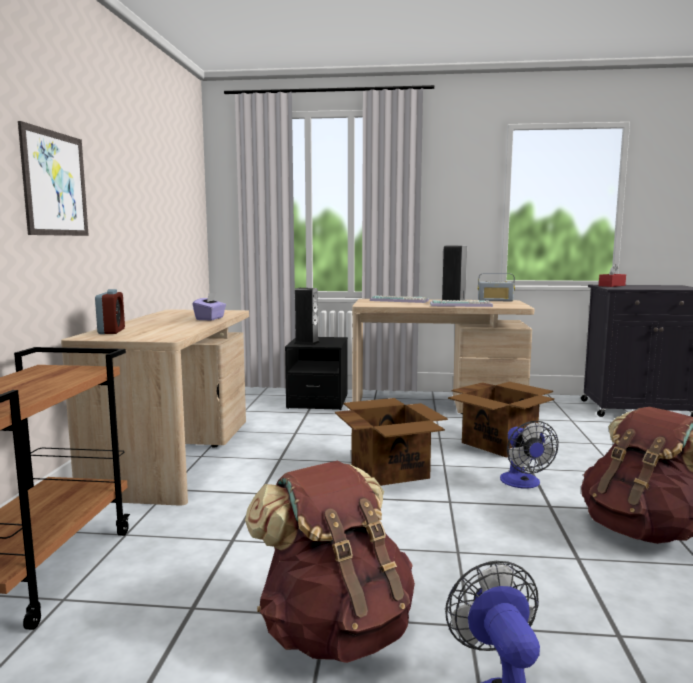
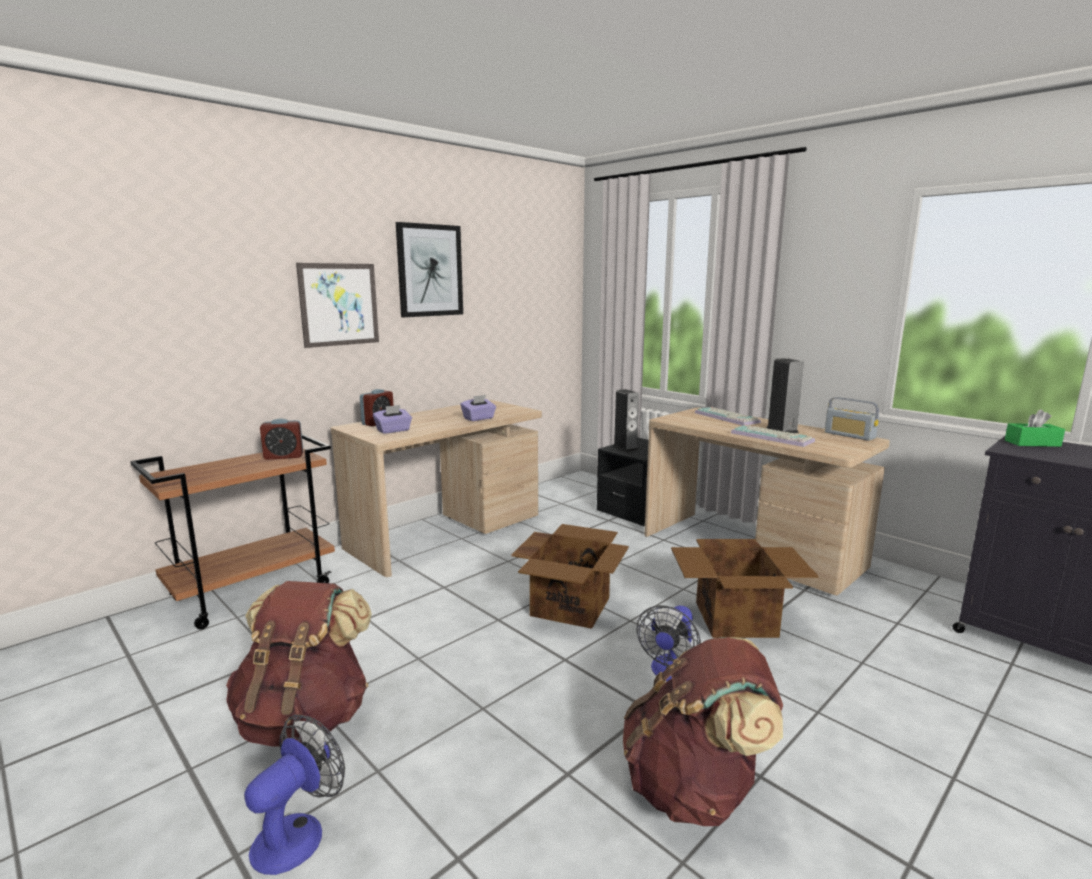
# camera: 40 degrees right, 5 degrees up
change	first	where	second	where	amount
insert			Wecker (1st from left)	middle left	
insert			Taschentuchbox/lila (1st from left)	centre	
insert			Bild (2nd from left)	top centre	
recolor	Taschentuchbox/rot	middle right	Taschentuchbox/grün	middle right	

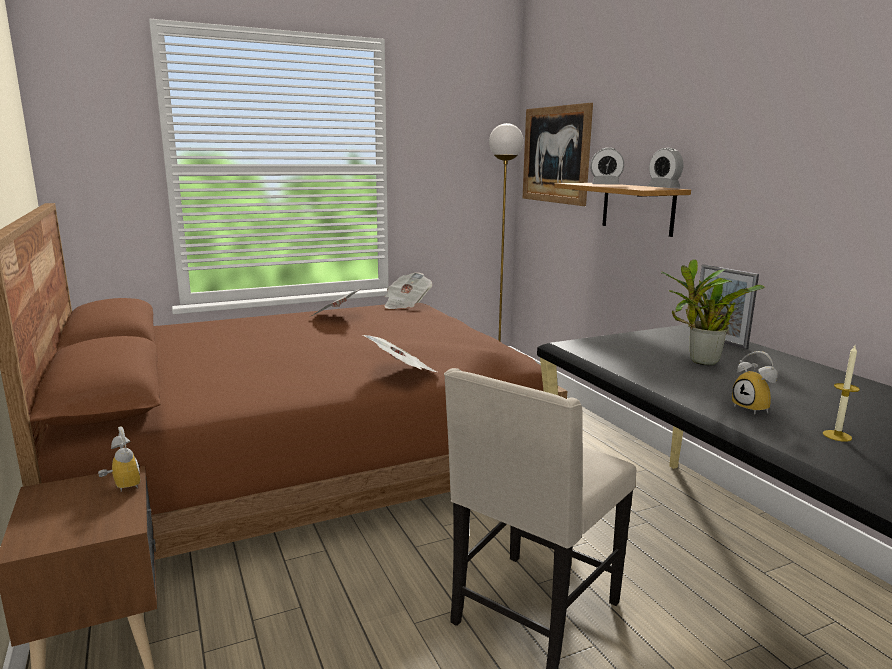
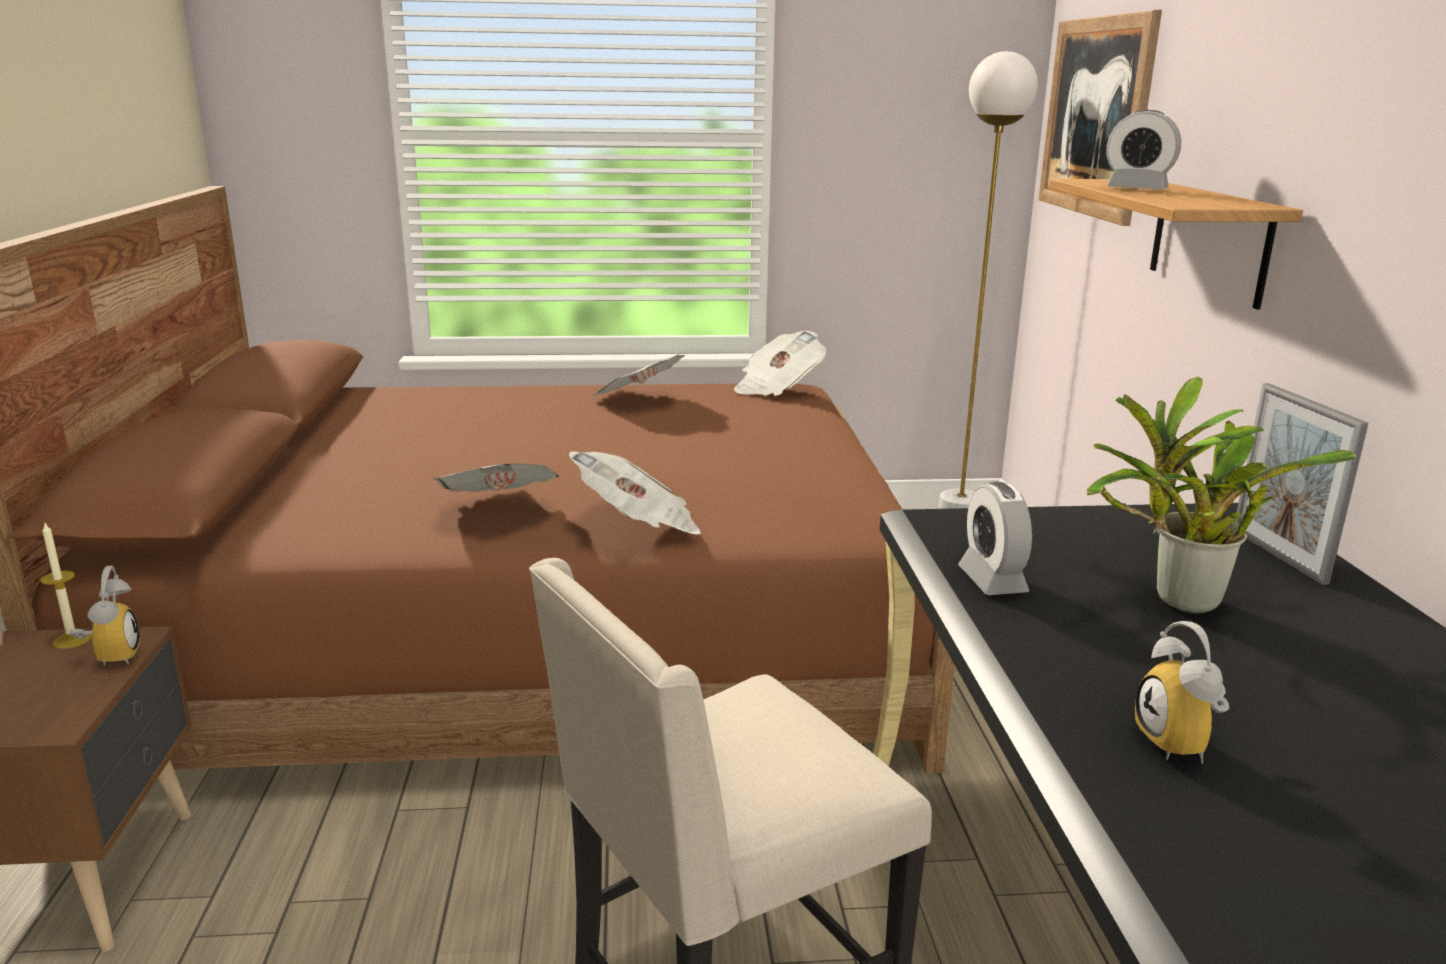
# camera: 20 degrees right, 5 degrees up
change	first	where	second	where	amount
move	Kerze	middle right		middle left	
insert			Zeitung (1st from left)	centre	
move	Wecker (3rd from left in the first image)	top right	Wecker (2nd from left)	middle right	

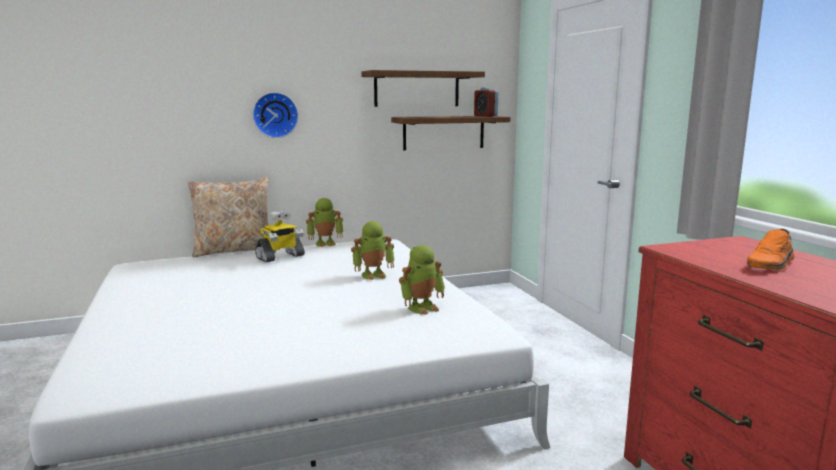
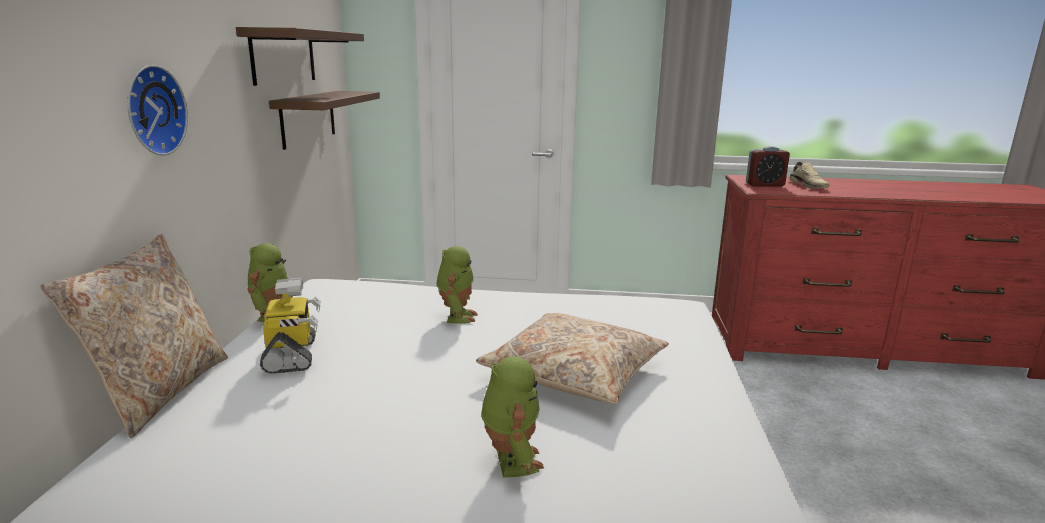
# camera: 65 degrees left, 5 degrees up
change	first	where	second	where	amount
insert			Kissen/beige (2nd from left)	bottom centre	
move	Spielzeugroboter (4th from left)	centre		bottom centre	
move	Wecker	top centre		top right	
recolor	Schuh/orange	middle right	Schuh/beige	middle right	

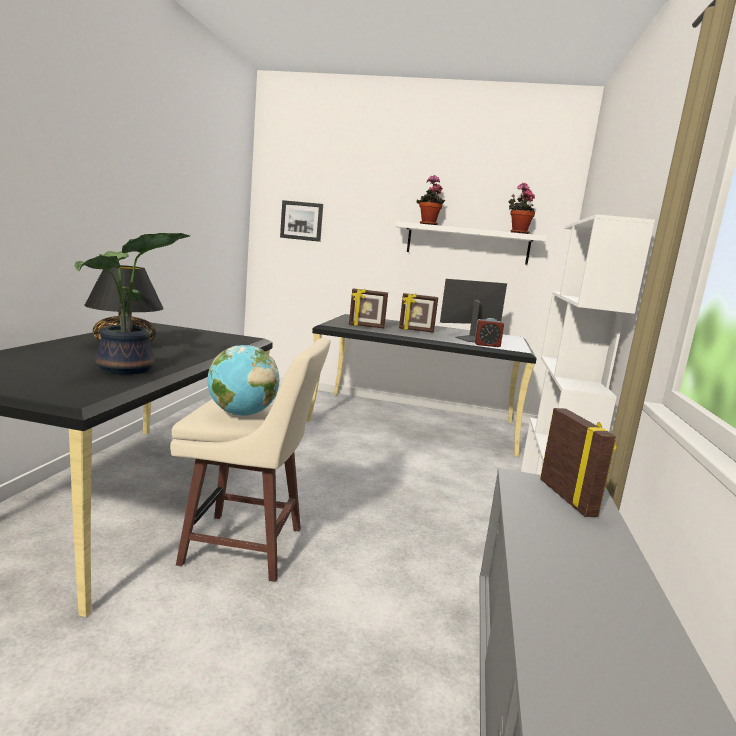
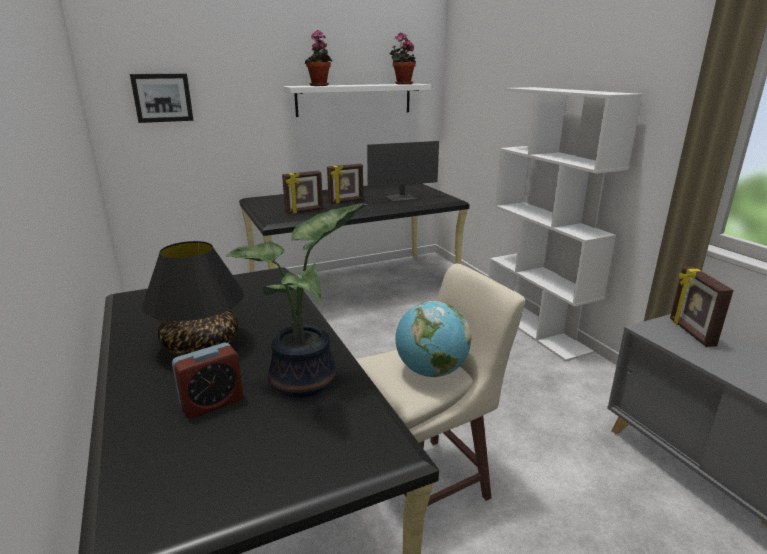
# camera: 35 degrees left, 10 degrees up
change	first	where	second	where	amount
move	Wecker	centre		bottom left	
rotate	Monitor	centre		top centre	135 degrees counterclockwise
rotate	Bilderrahmen (3rd from left)	middle right		middle right	135 degrees counterclockwise

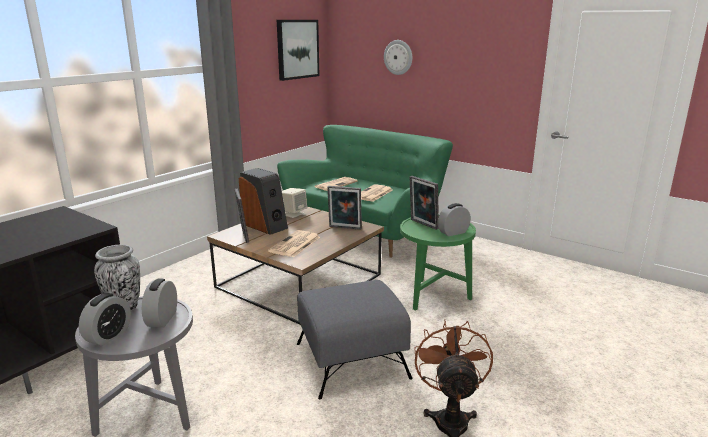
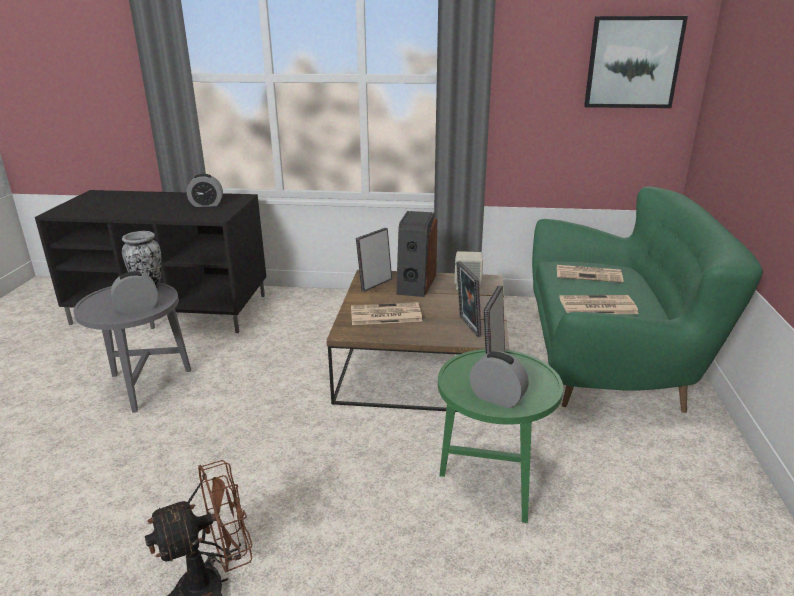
# camera: 60 degrees right, 5 degrees up
change	first	where	second	where	amount
move	Wecker (1st from left in the first image)	bottom left	Wecker (2nd from left)	top left	
delete	Polsterhocker/grau	bottom centre			
delete	Wanduhr	top centre			

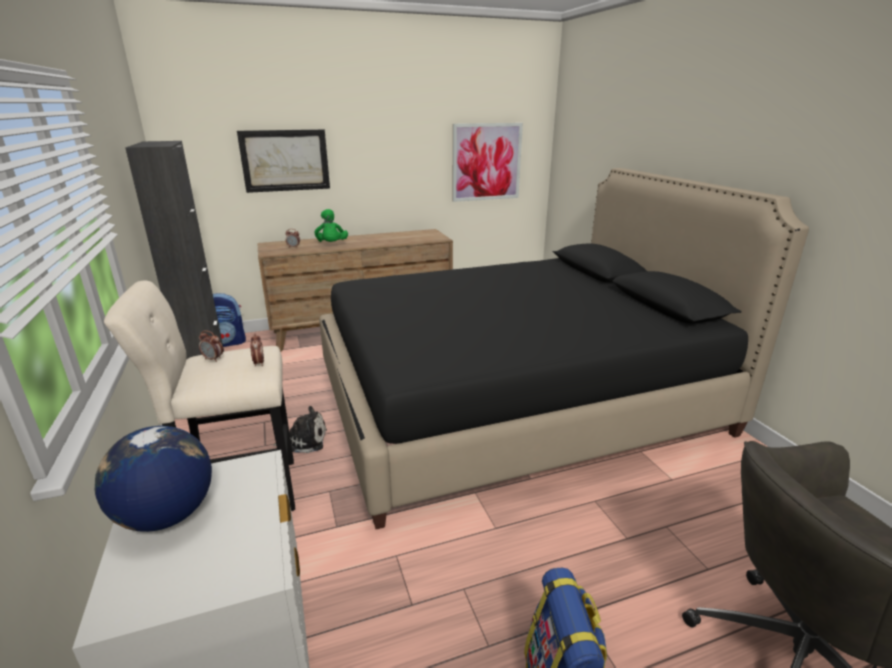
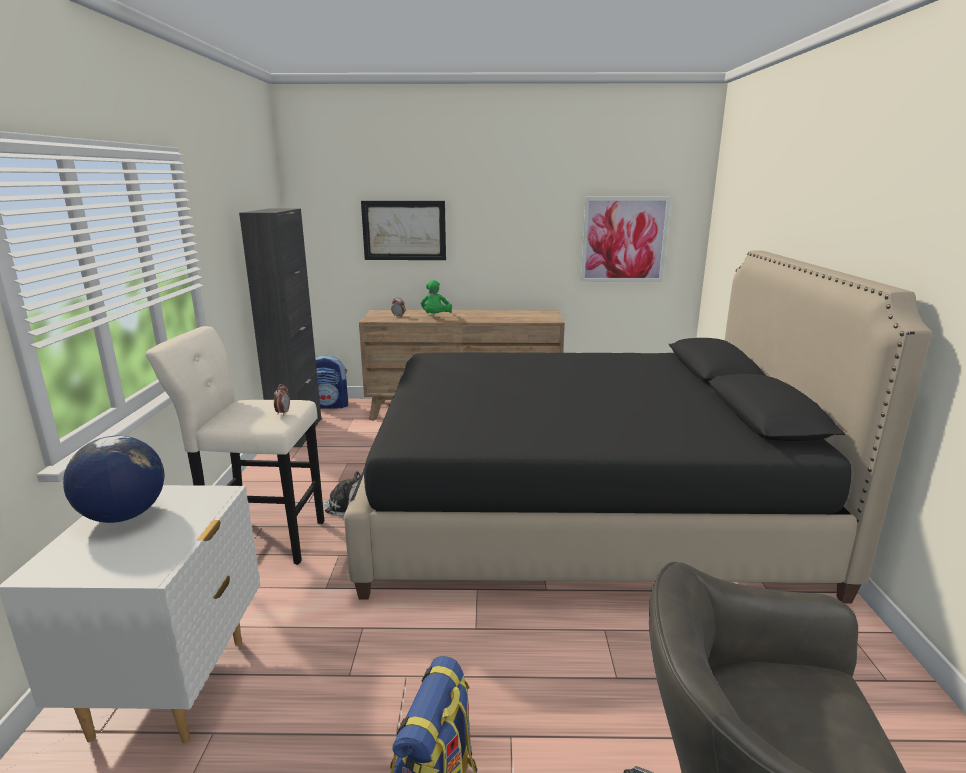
# camera: 20 degrees right, 5 degrees down
change	first	where	second	where	amount
delete	Wecker (1st from left)	middle left			

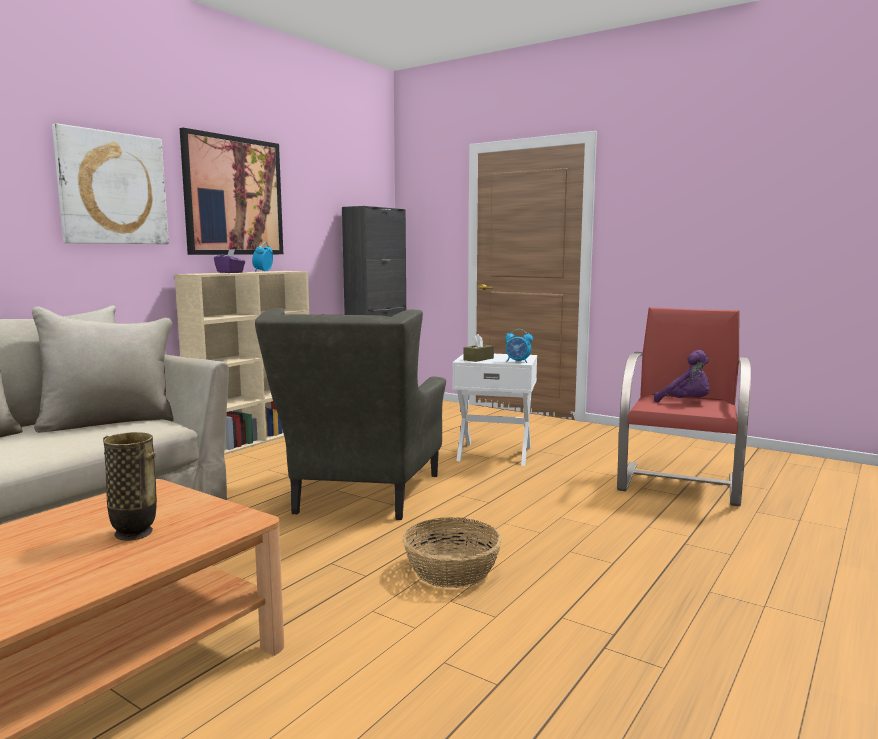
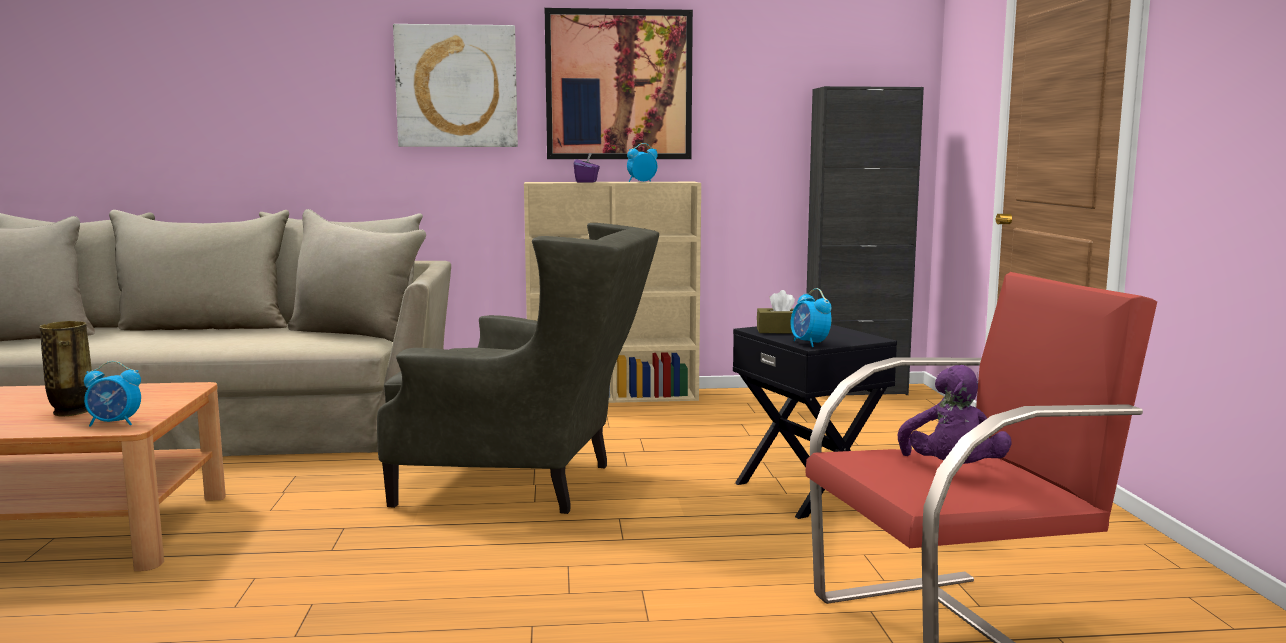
# camera: 50 degrees right, 0 degrees up
change	first	where	second	where	amount
insert			Wecker (1st from left)	middle left	
rotate	Sessel/grau	centre		centre	135 degrees counterclockwise
recolor	Beistelltisch/weiß	centre	Beistelltisch/schwarz	centre	
delete	Korb	bottom centre			

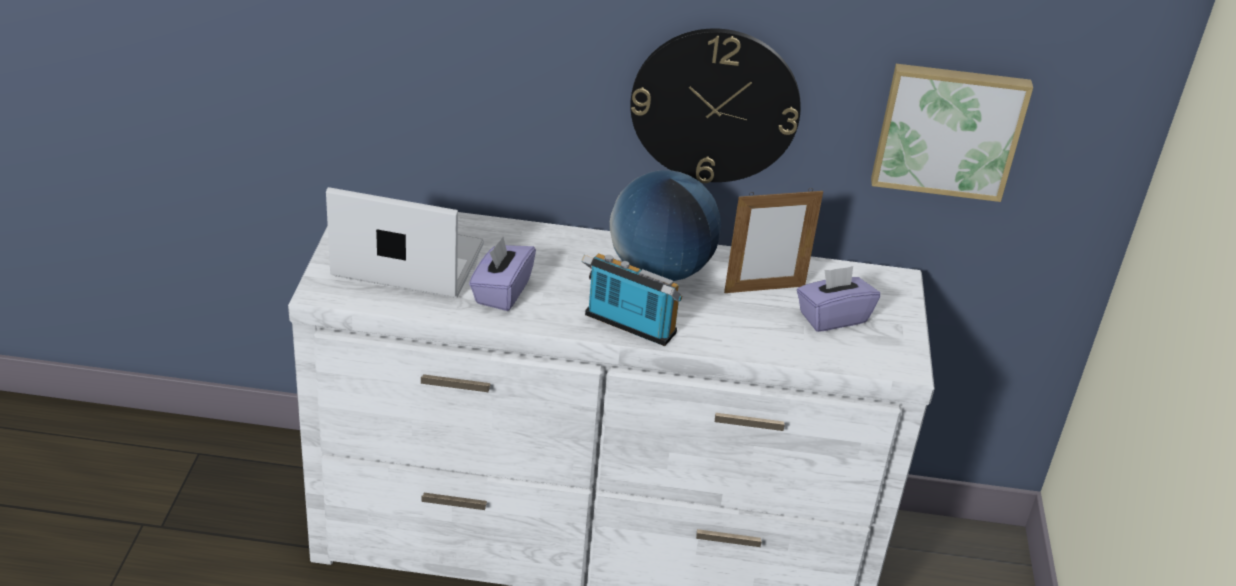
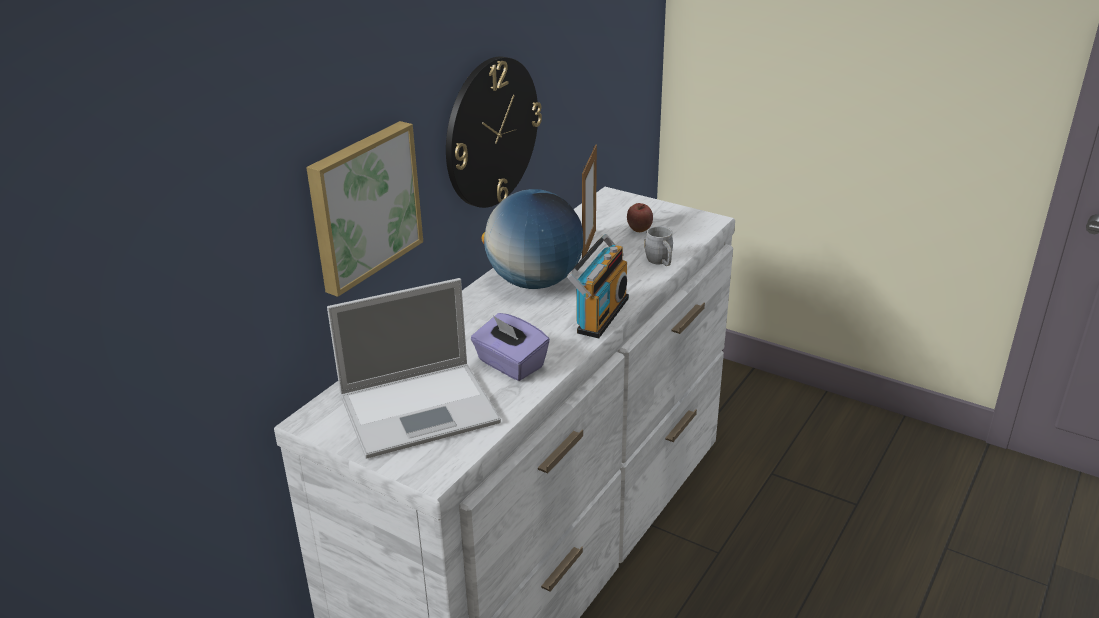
# camera: 60 degrees left, 5 degrees down
change	first	where	second	where	amount
move	Bild	top right		middle left	
rotate	Laptop	middle left		centre	150 degrees counterclockwise
rotate	Radio	centre		centre	150 degrees clockwise
replace	Taschentuchbox/lila (2nd from left)	middle right	Apfel	centre	
insert			Henkelbecher/grau	centre	

